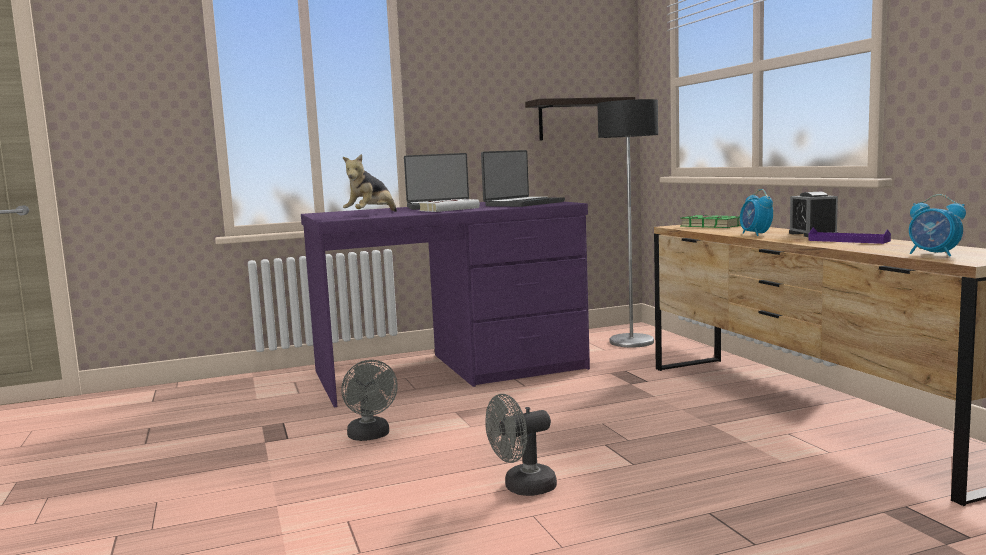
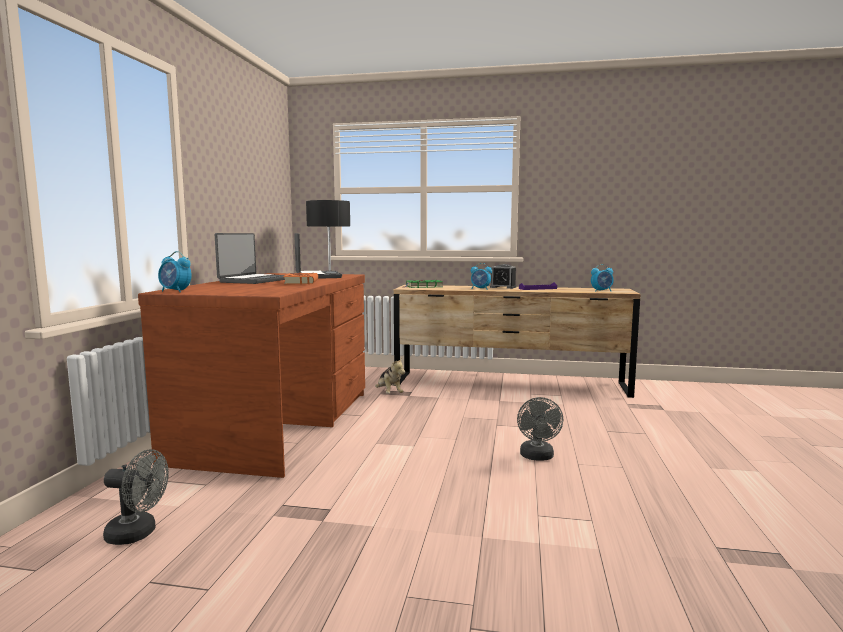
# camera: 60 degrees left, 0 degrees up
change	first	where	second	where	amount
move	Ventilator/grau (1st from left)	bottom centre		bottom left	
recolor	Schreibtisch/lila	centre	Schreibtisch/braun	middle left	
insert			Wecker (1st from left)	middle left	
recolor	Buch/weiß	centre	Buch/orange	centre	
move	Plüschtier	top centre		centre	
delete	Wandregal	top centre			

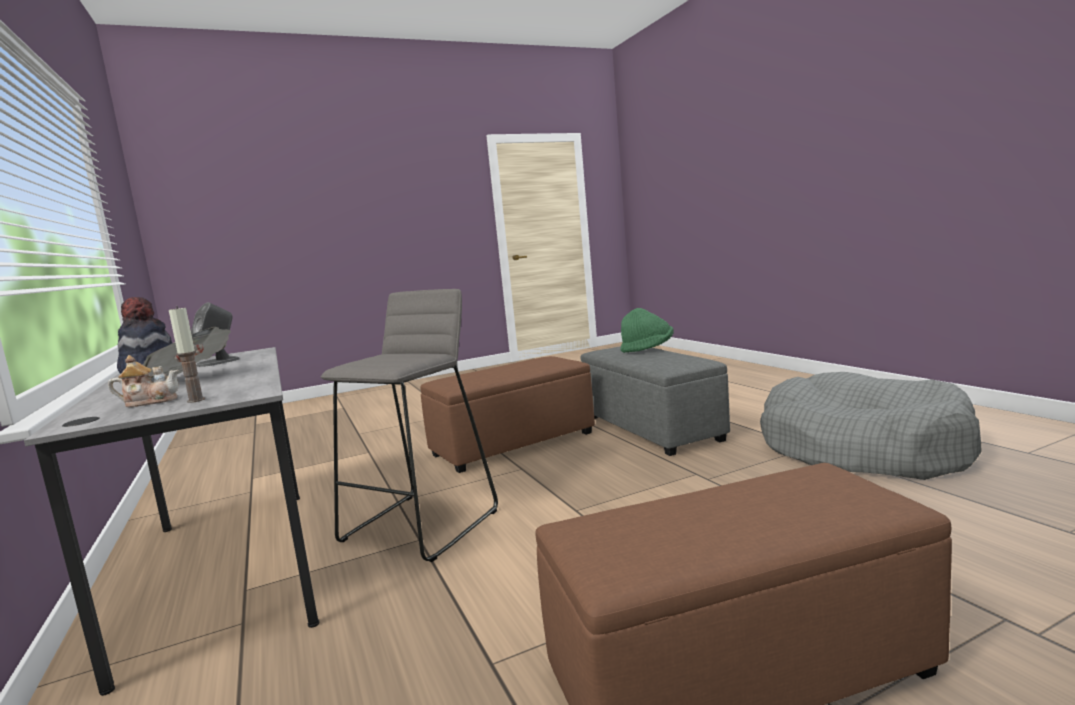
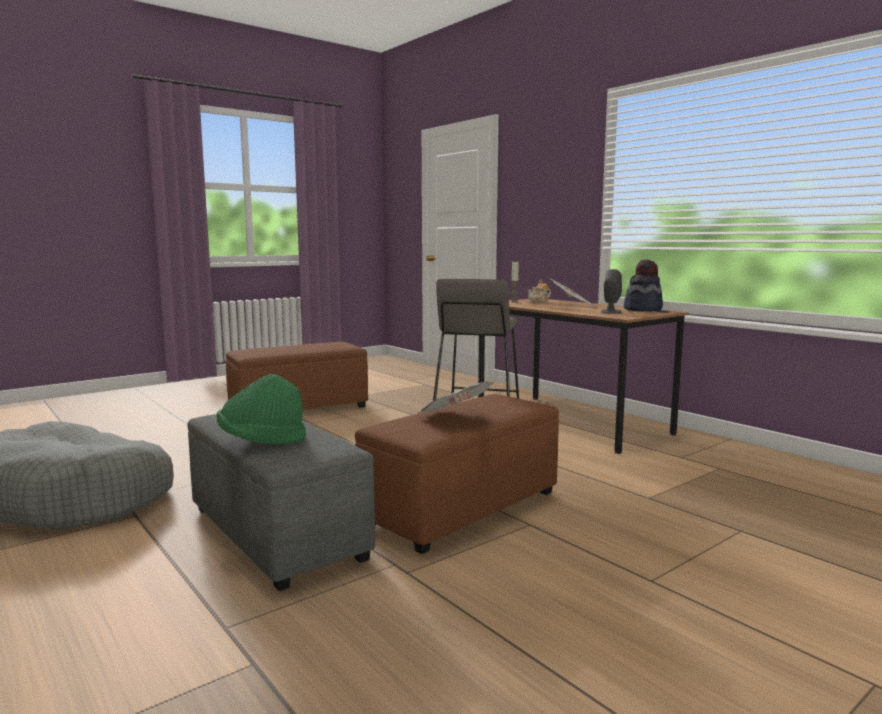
# camera: 165 degrees right, 0 degrees up
change	first	where	second	where	amount
insert			Zeitung (1st from left)	centre	
recolor	Schreibtisch/grau	bottom left	Schreibtisch/braun	centre	

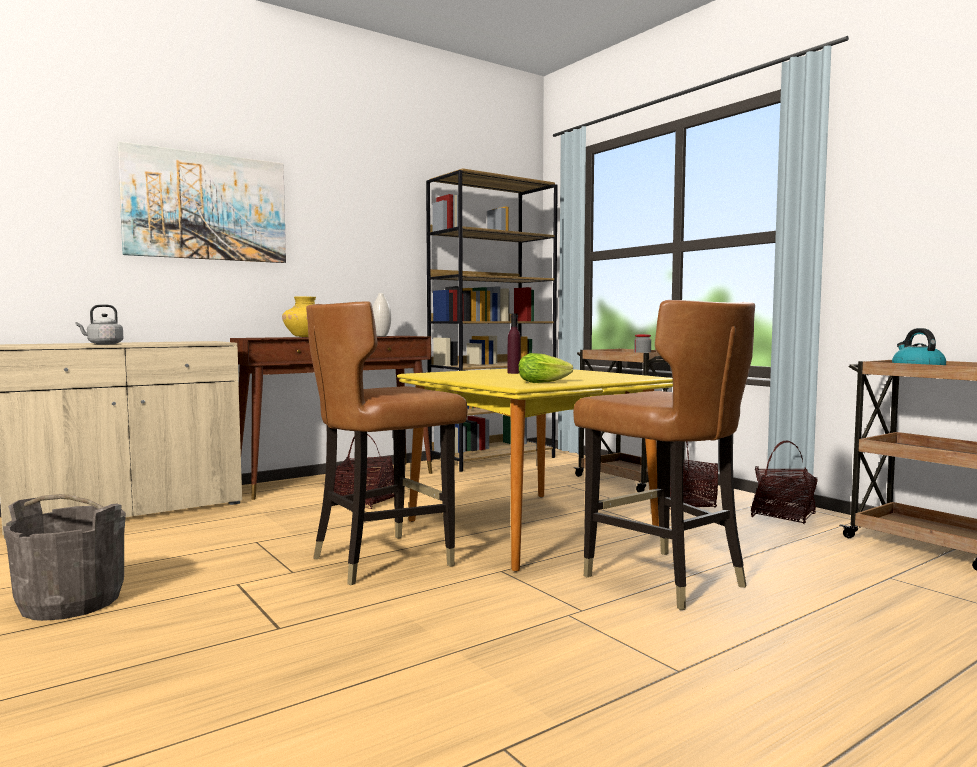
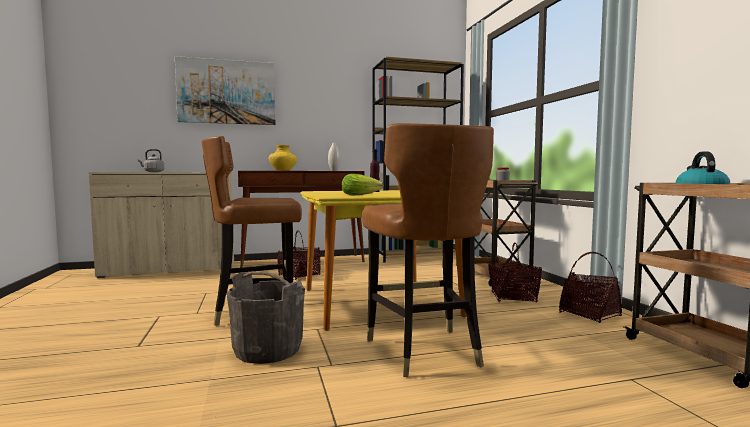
# camera: 20 degrees right, 0 degrees up
change	first	where	second	where	amount
move	Eimer/grau	bottom left		bottom centre	

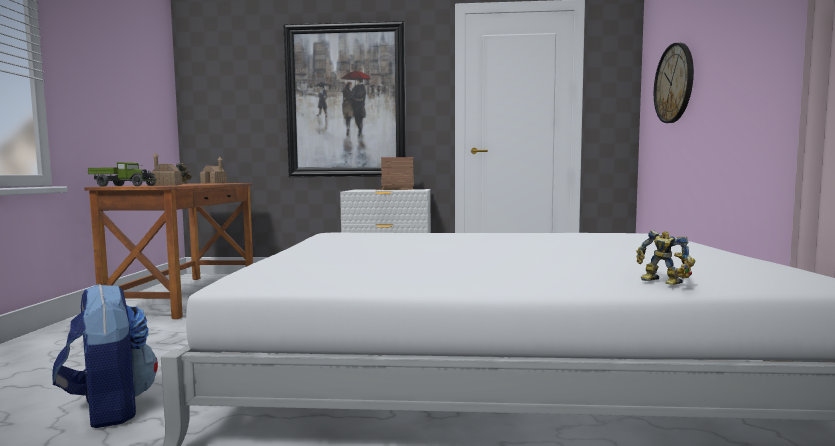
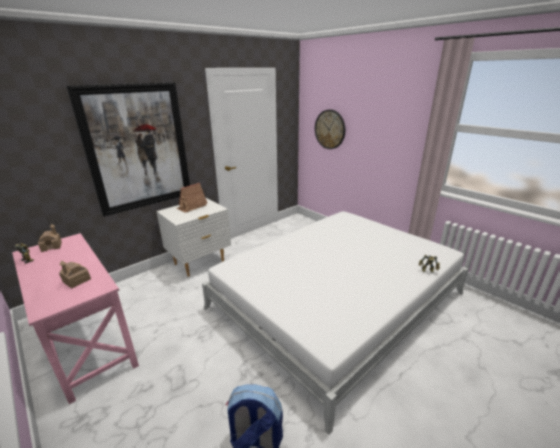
# camera: 45 degrees left, 20 degrees up
change	first	where	second	where	amount
recolor	Schreibtisch/braun	middle left	Schreibtisch/rosa	bottom left	
delete	Spielzeuglaster	middle left			

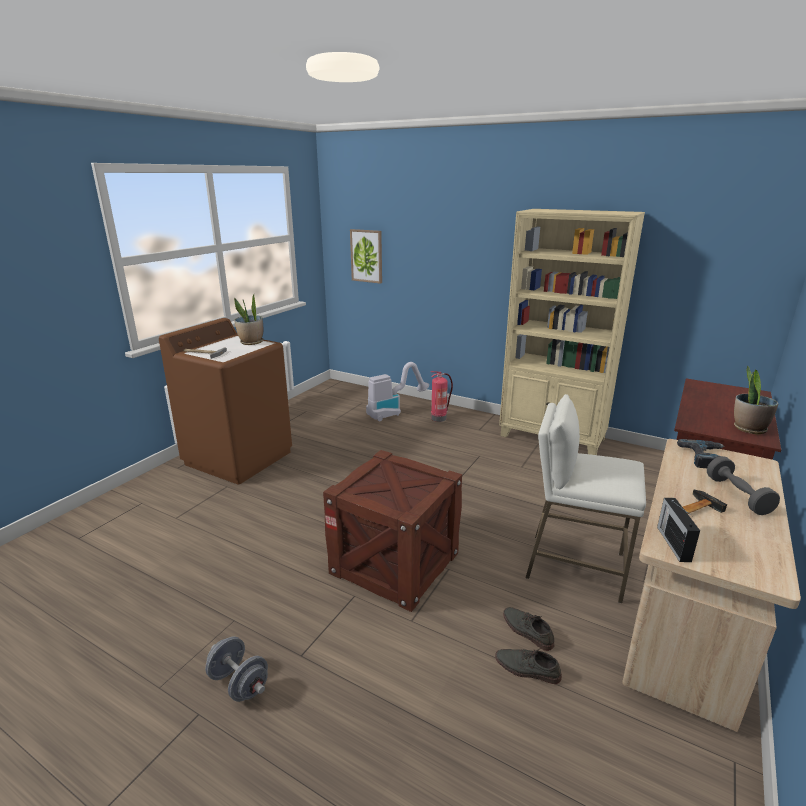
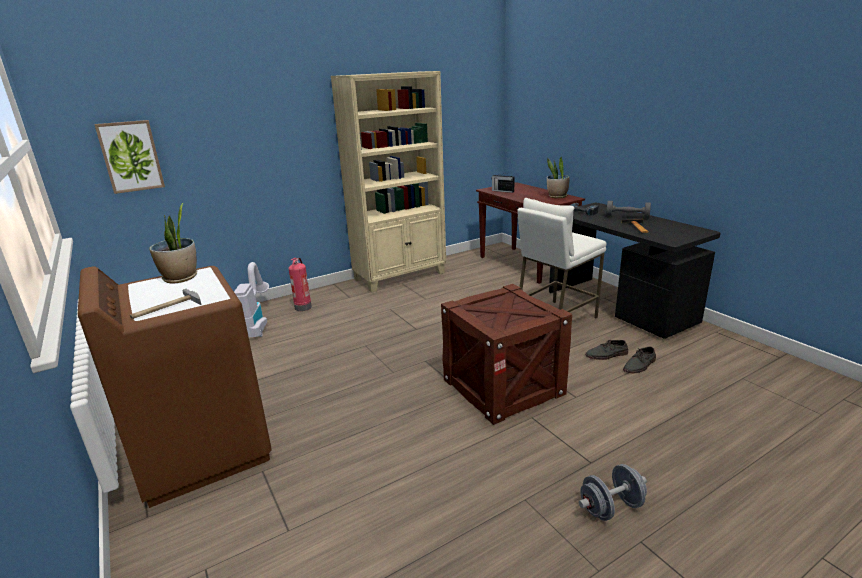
# camera: 60 degrees left, 0 degrees up
change	first	where	second	where	amount
move	Radio	middle right		top centre	
recolor	Schreibtisch/beige	bottom right	Schreibtisch/schwarz	middle right	

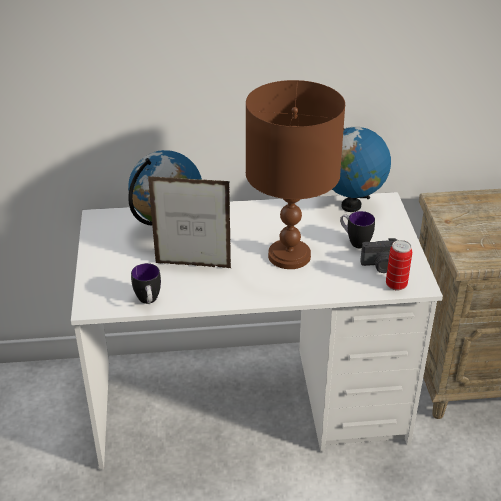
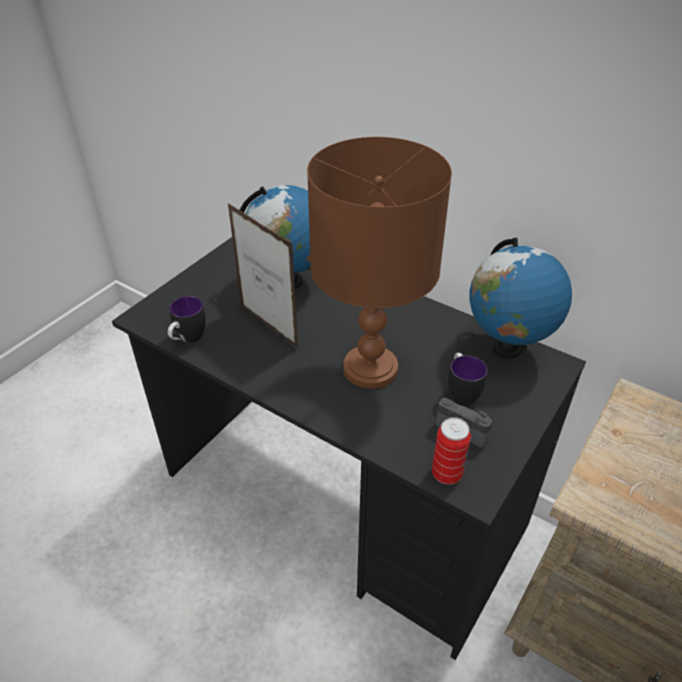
# camera: 40 degrees right, 5 degrees up
change	first	where	second	where	amount
recolor	Schreibtisch/weiß	centre	Schreibtisch/schwarz	centre	

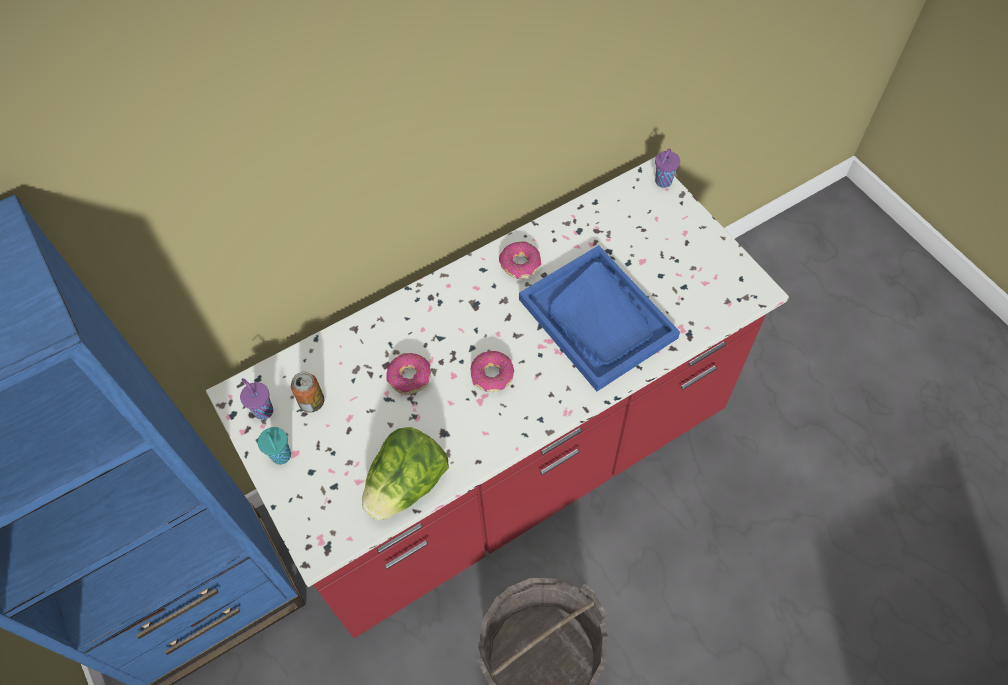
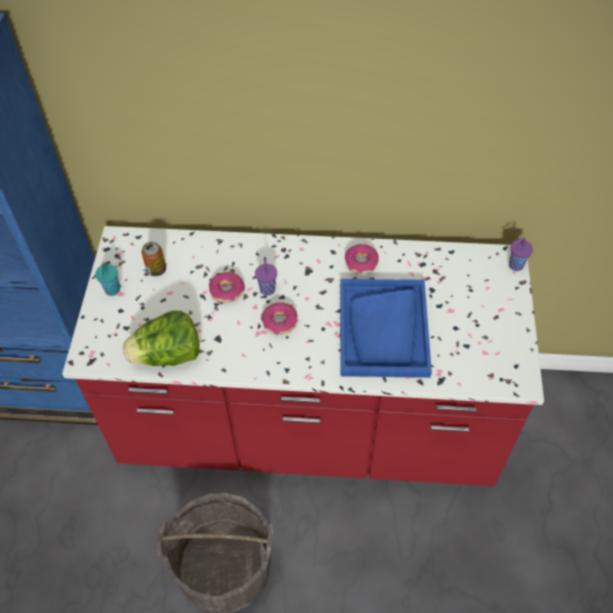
# camera: 35 degrees right, 5 degrees down
change	first	where	second	where	amount
move	Tasse/lila (1st from left)	middle left		centre	

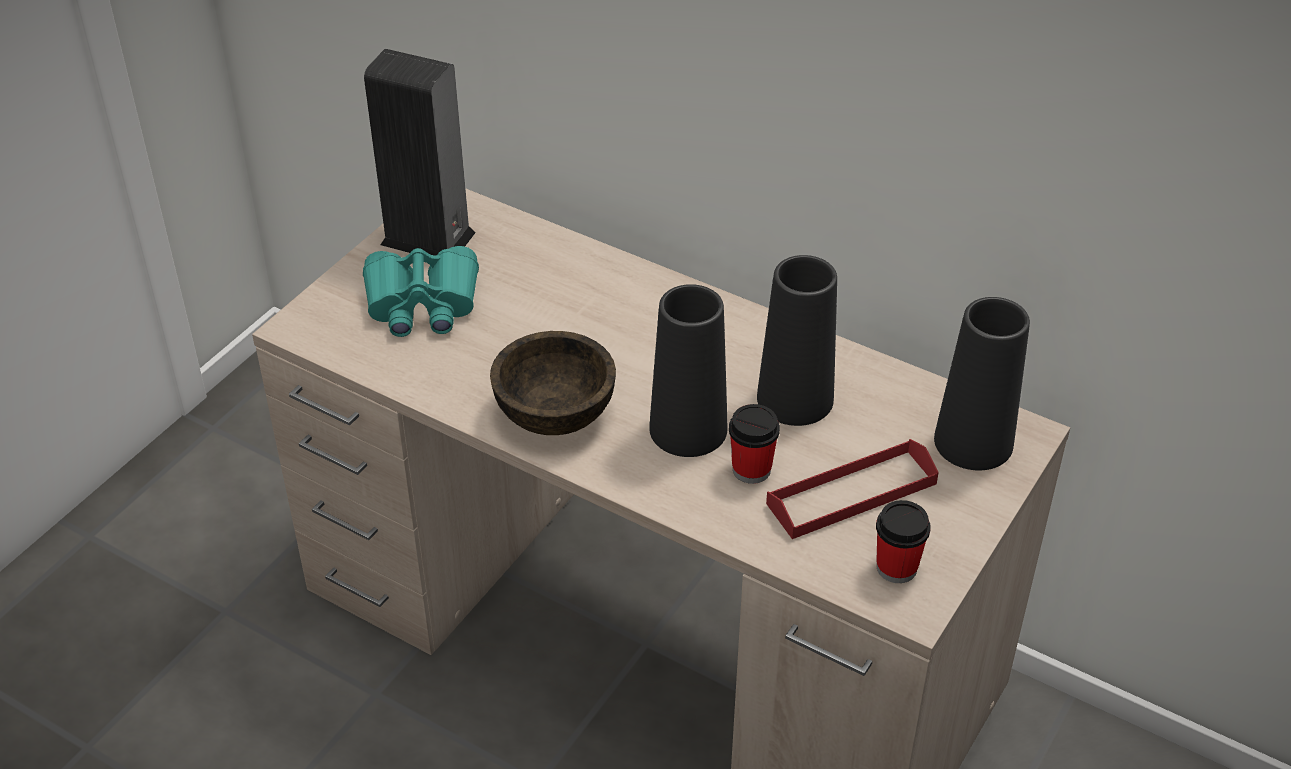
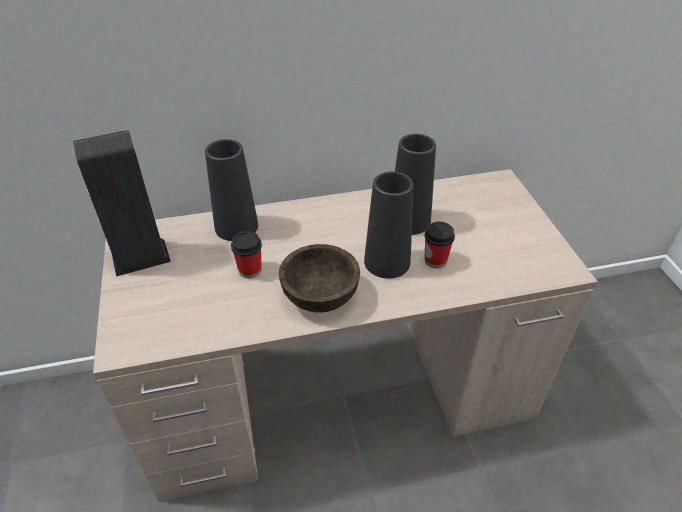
# camera: 45 degrees left, 0 degrees up
change	first	where	second	where	amount
move	Vase/schwarz (3rd from left in the first image)	middle right	Vase/schwarz (1st from left)	centre	
move	Tasse (2nd from left in the first image)	bottom right	Tasse (1st from left)	centre	
delete	Fernglas/türkis	middle left			
delete	Tablett/rot	centre			

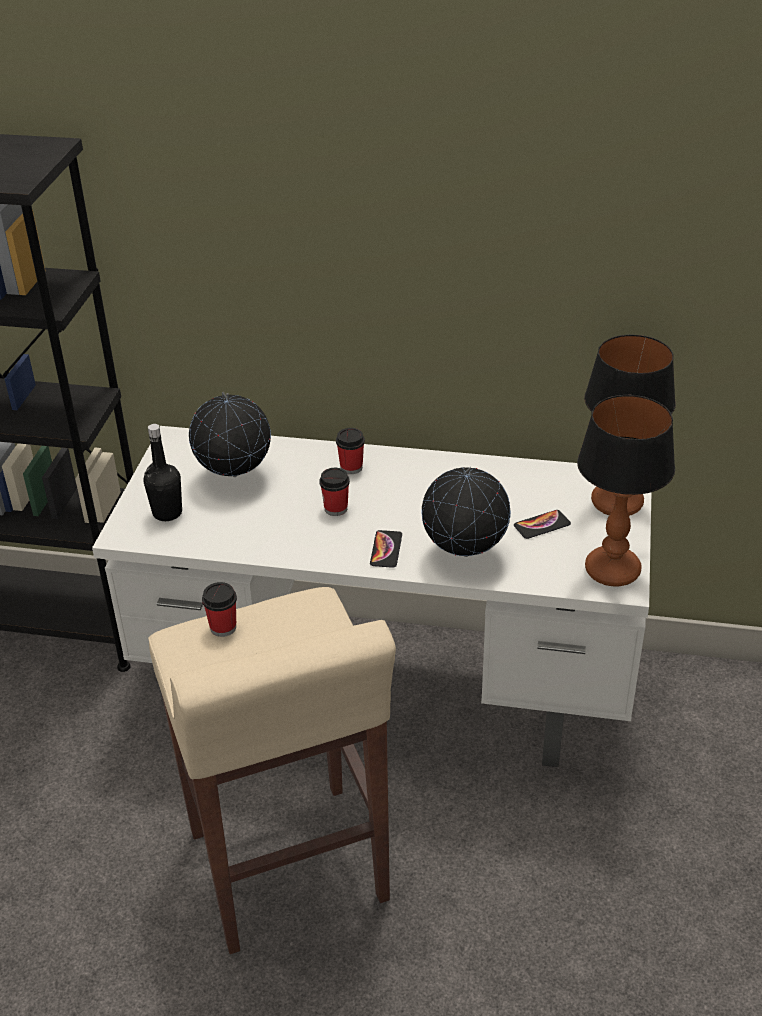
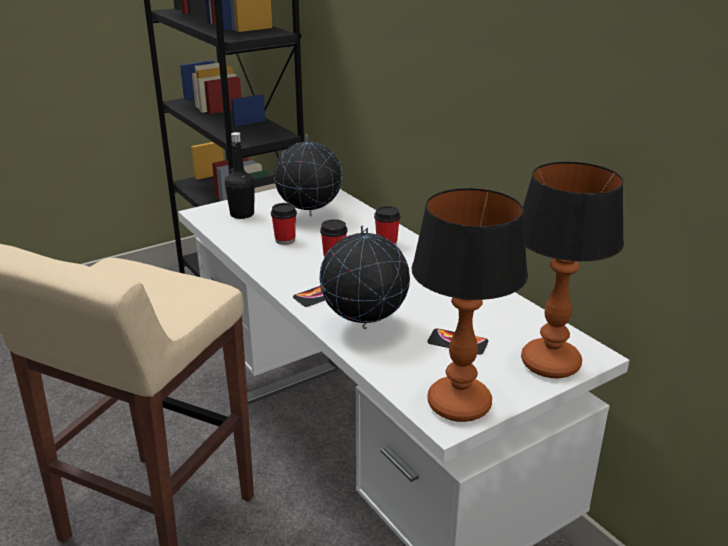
# camera: 45 degrees right, 10 degrees down
change	first	where	second	where	amount
move	Tasse (1st from left)	middle left		centre	

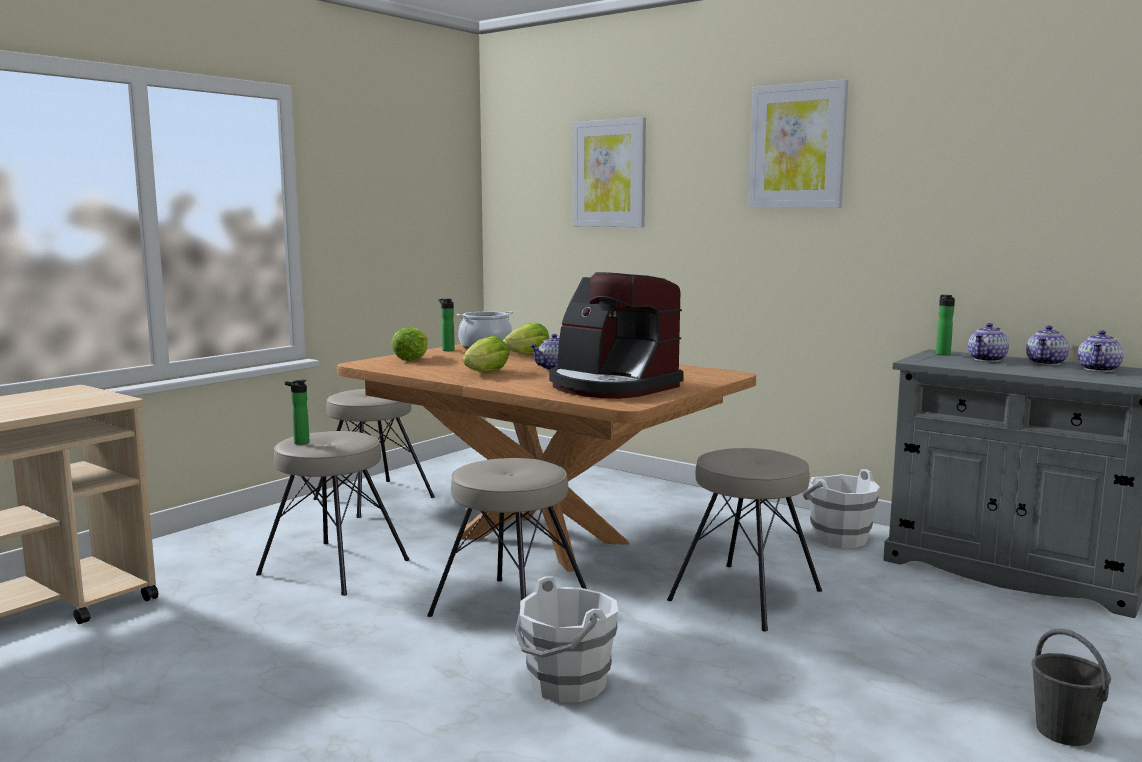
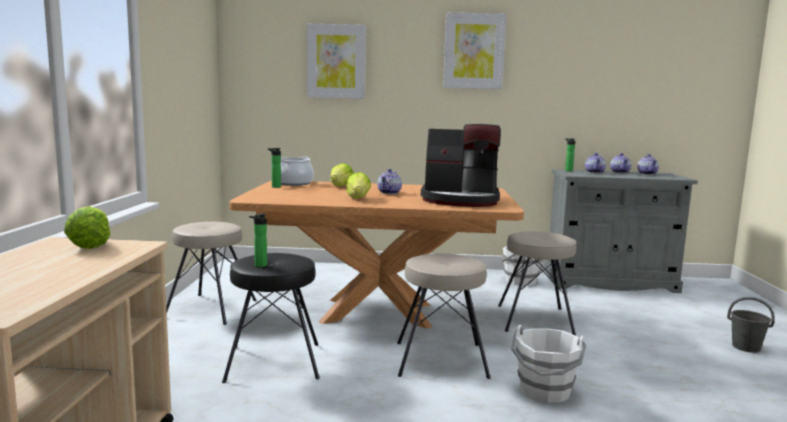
# camera: 35 degrees left, 0 degrees up
change	first	where	second	where	amount
move	Salatkopf (1st from left)	centre		middle left	
recolor	Hocker/beige (1st from left)	bottom left	Hocker/schwarz	bottom centre	

